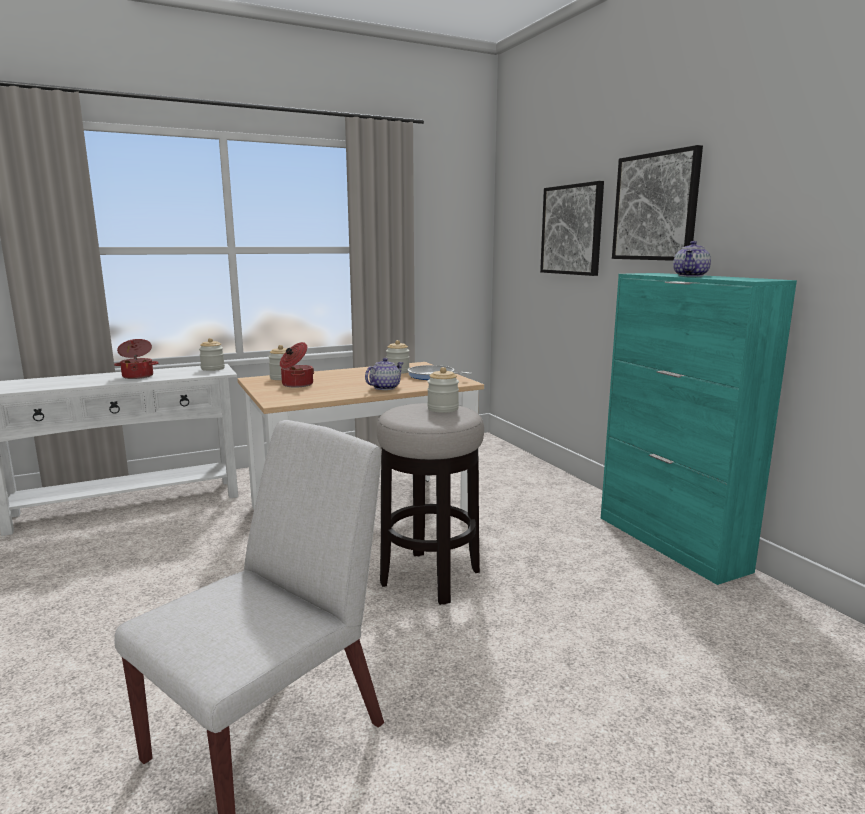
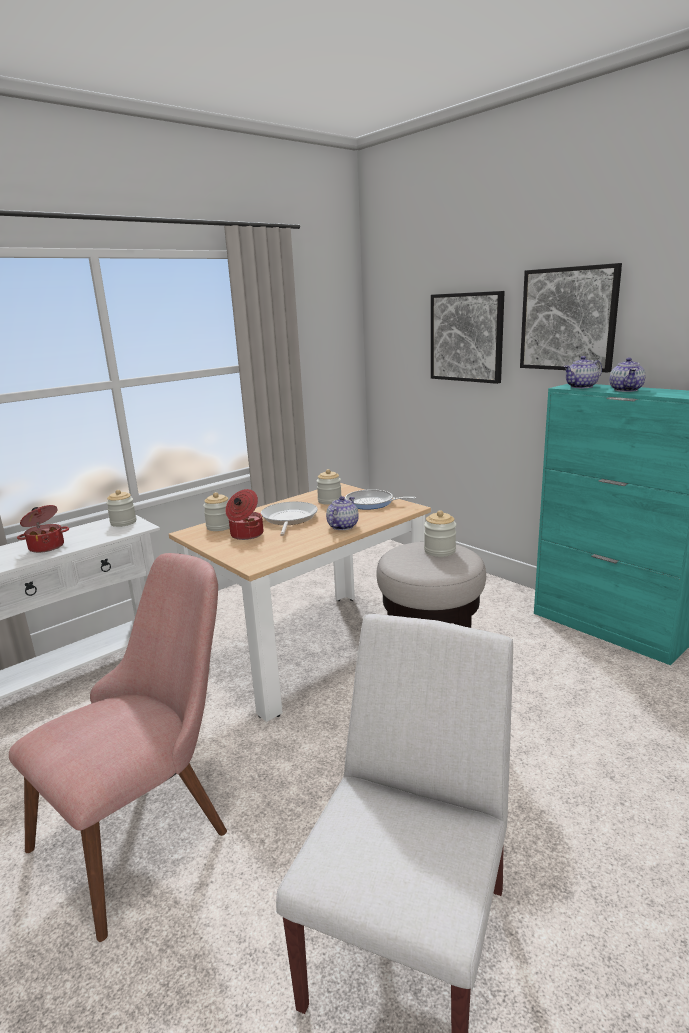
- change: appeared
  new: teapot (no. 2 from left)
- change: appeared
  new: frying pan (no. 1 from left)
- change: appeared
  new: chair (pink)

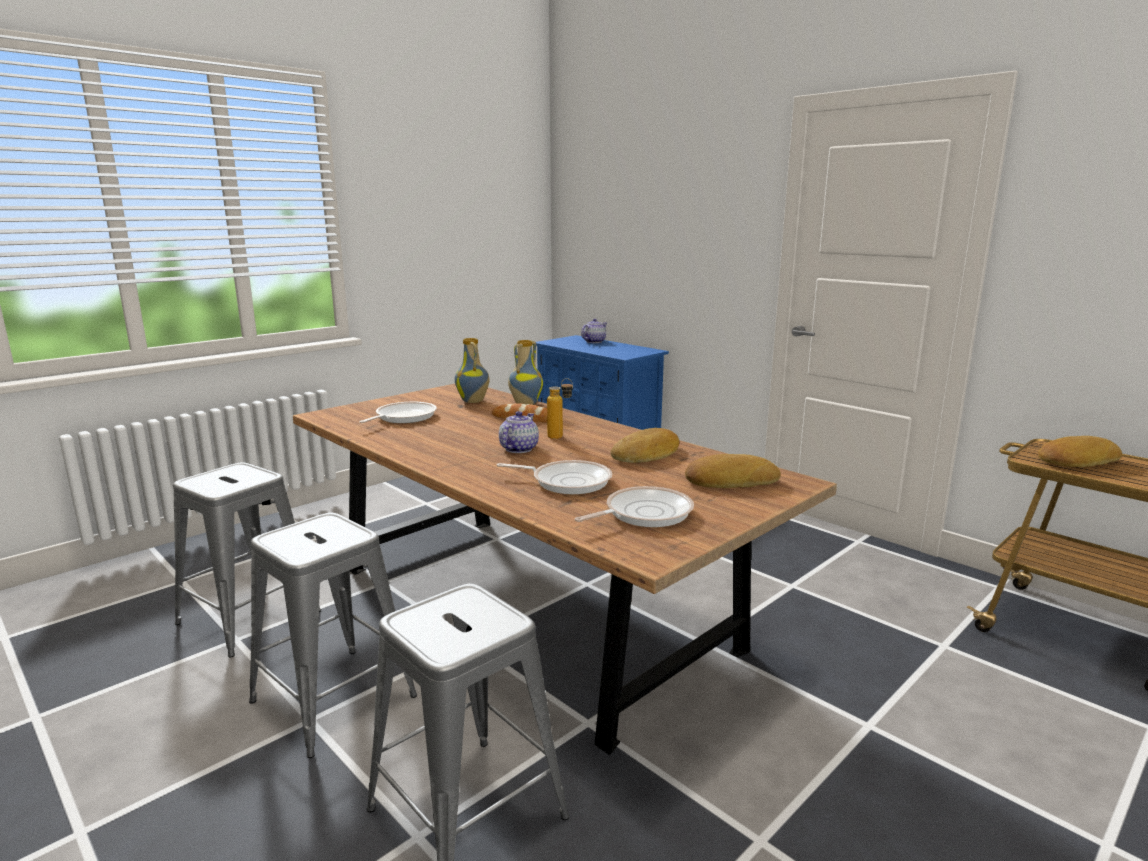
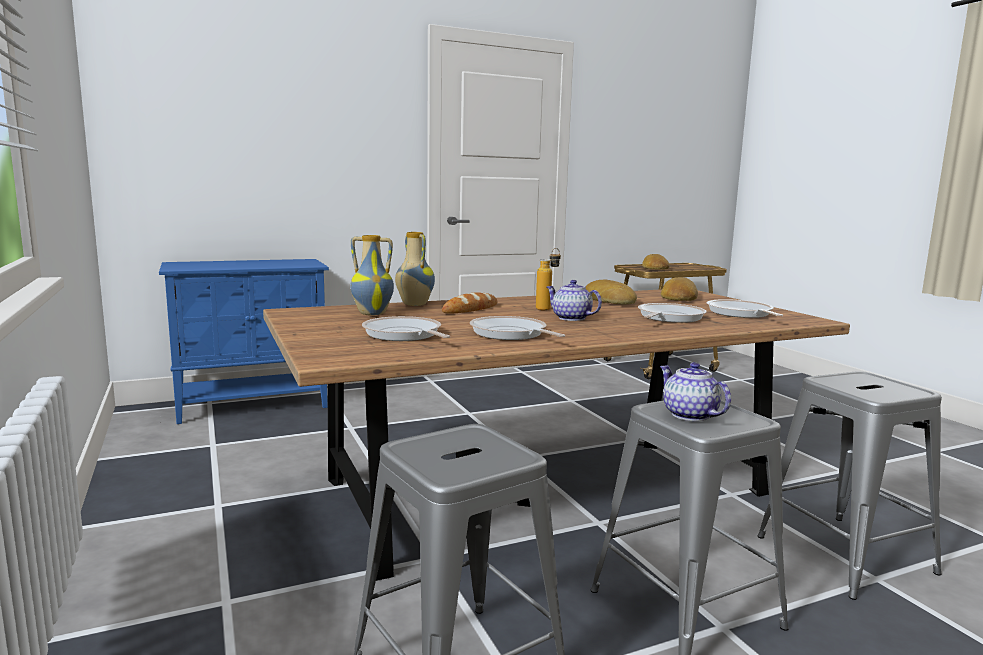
- change: relocated
  old: teapot (no. 2 from left)
- change: appeared
  new: frying pan (no. 2 from left)

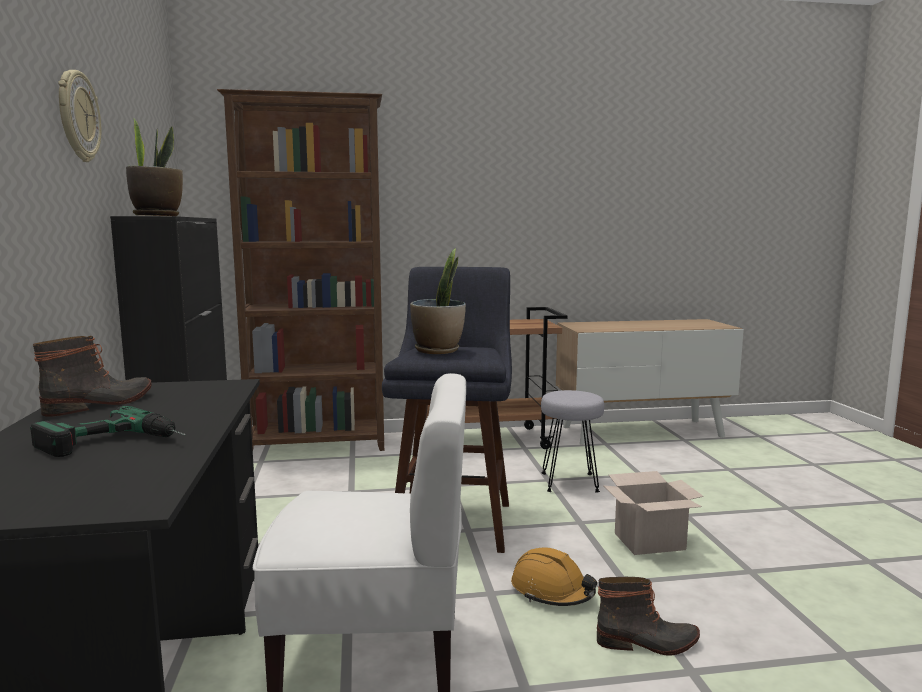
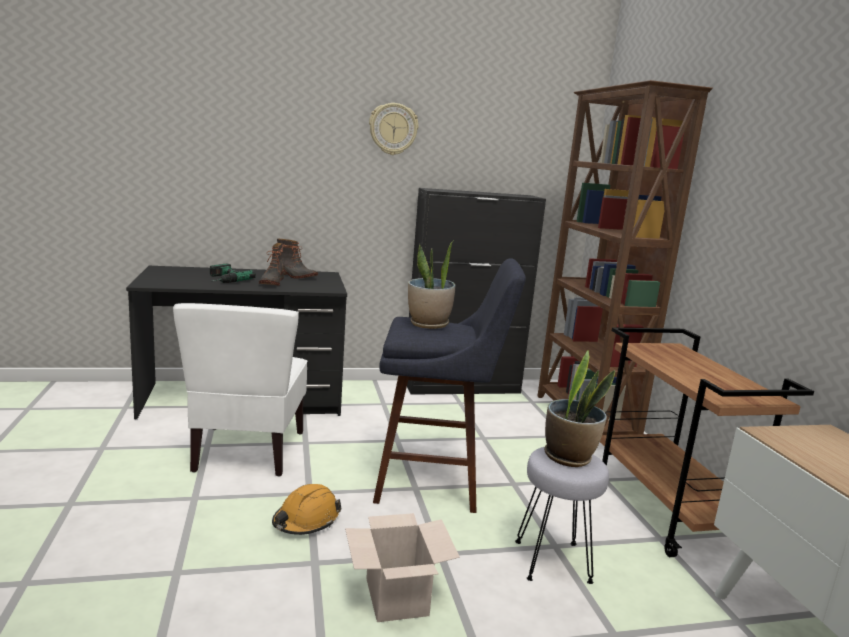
- change: relocated
  old: potted plant (no. 1 from left in the first image)
  new: potted plant (no. 2 from left)
- change: relocated
  old: boot (no. 2 from left in the first image)
  new: boot (no. 1 from left)

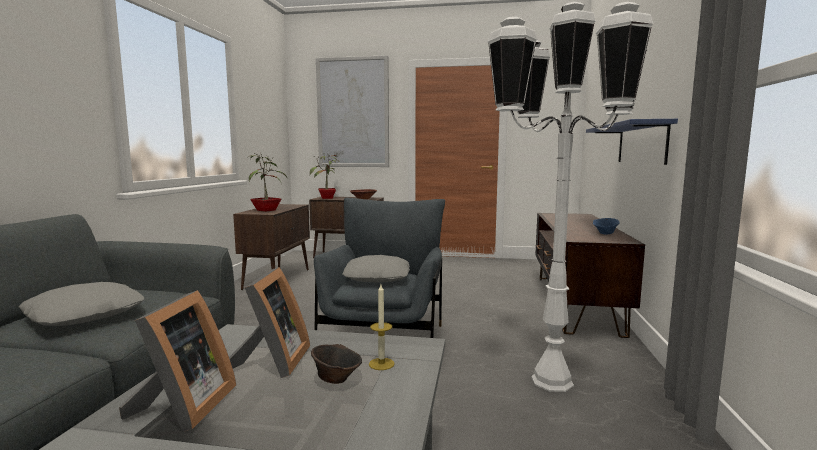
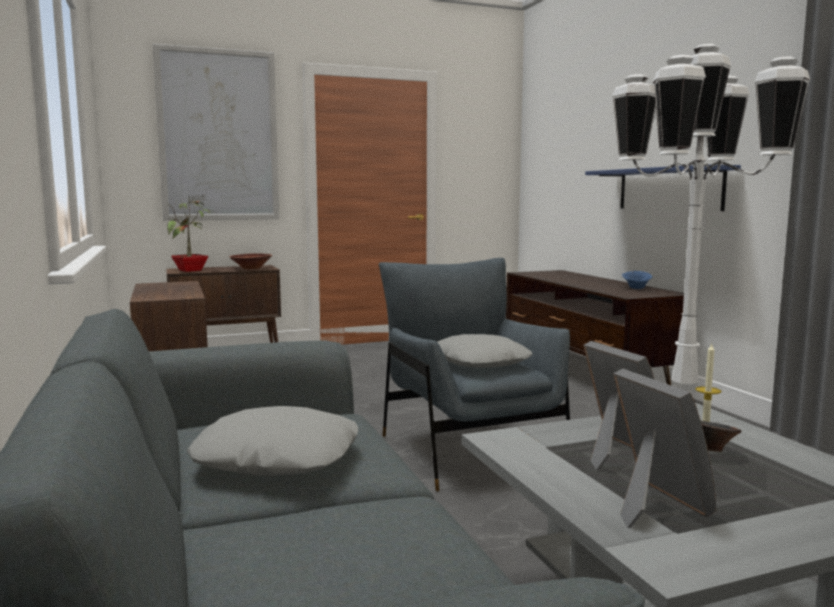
- change: missing
  old: potted plant (no. 1 from left)

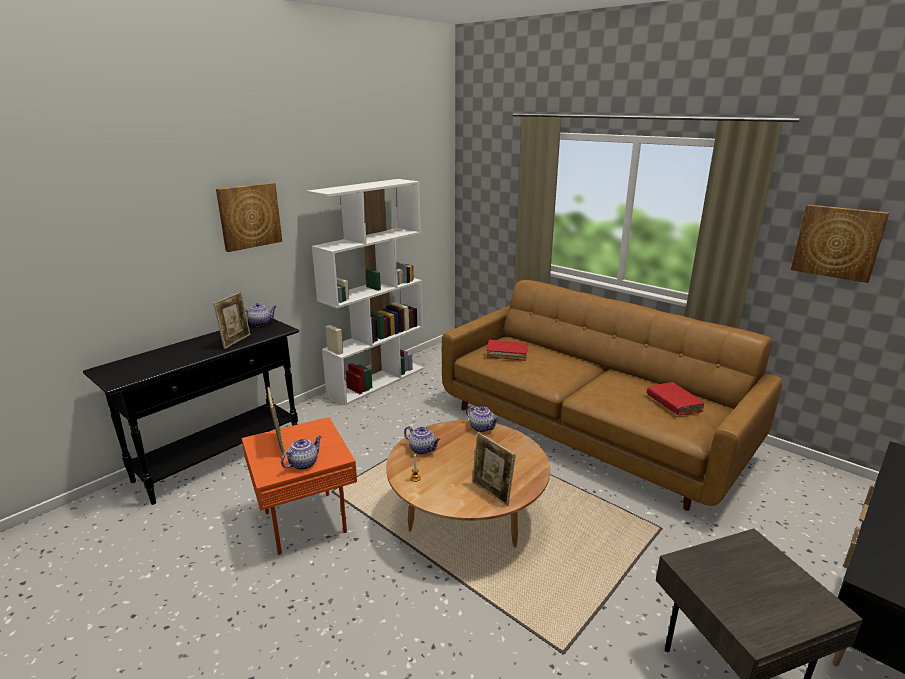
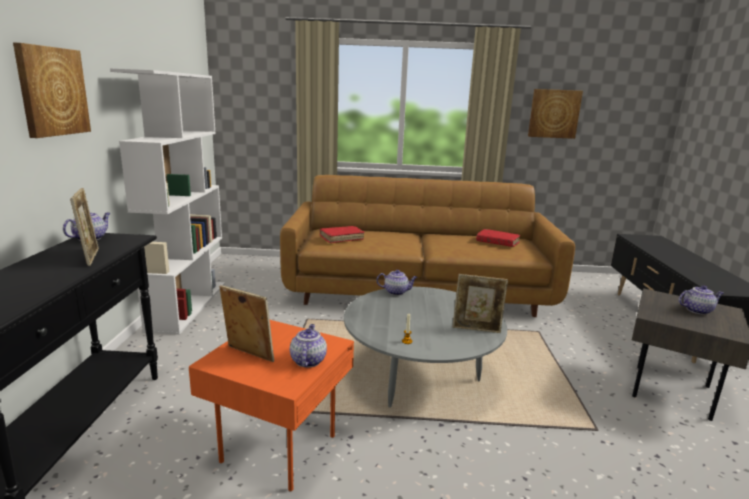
- change: colour
  old: coffee table (brown)
  new: coffee table (grey)
- change: relocated
  old: teapot (no. 3 from left in the first image)
  new: teapot (no. 4 from left)

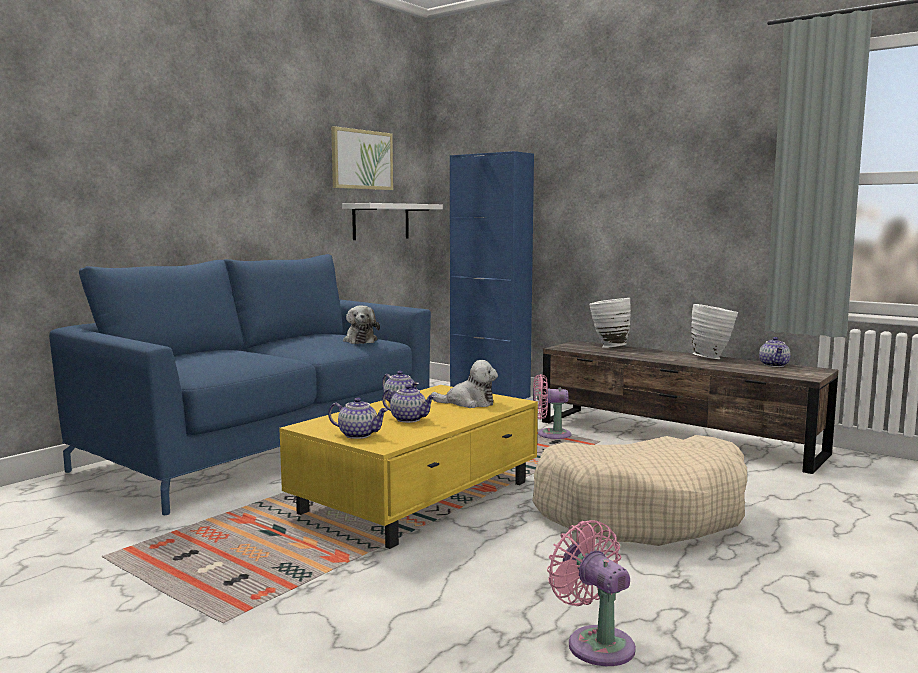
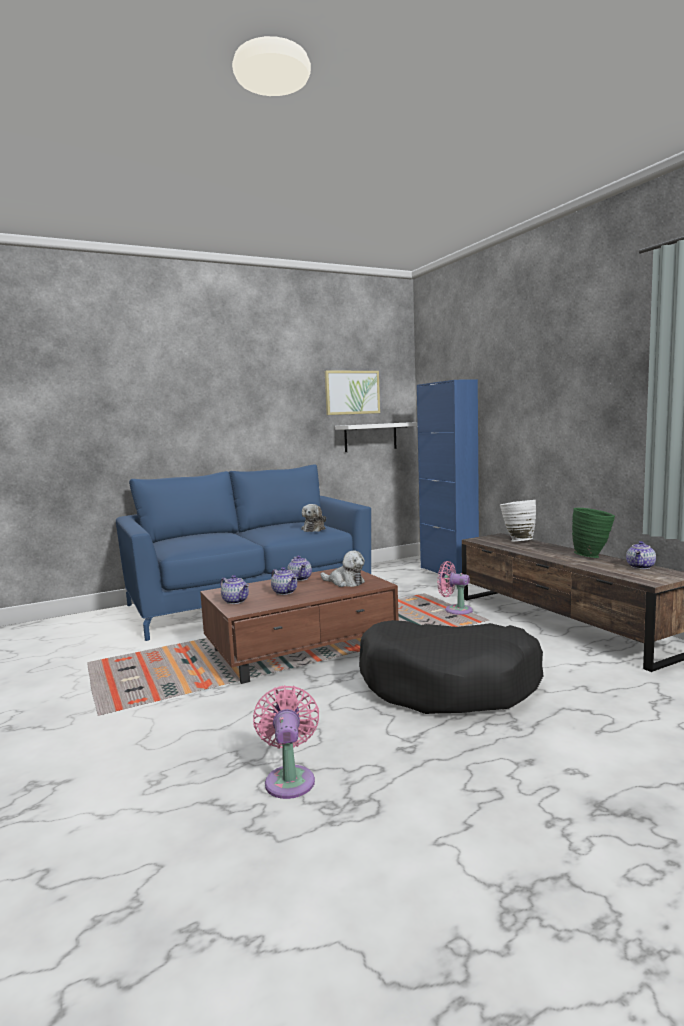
- change: colour
  old: vase (white) (no. 2 from left)
  new: vase (green)
- change: colour
  old: coffee table (yellow)
  new: coffee table (brown)
- change: colour
  old: dog bed (beige)
  new: dog bed (black)

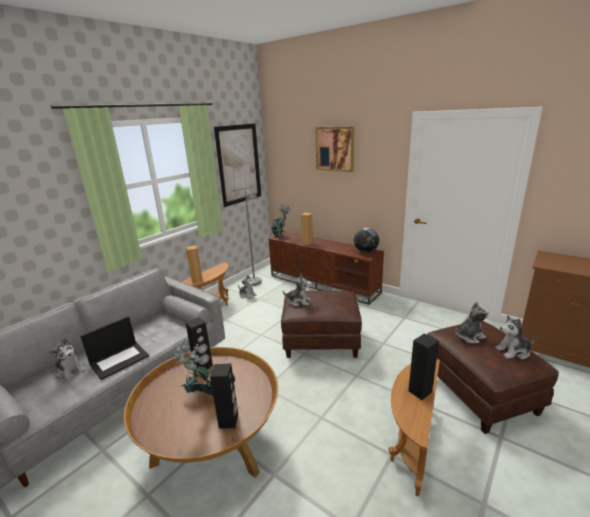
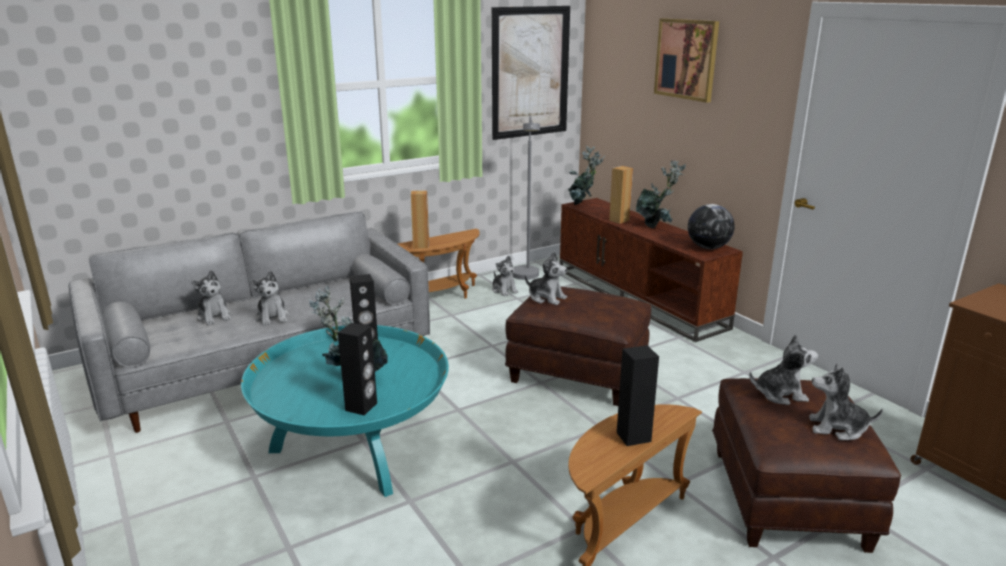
- change: exchanged
  old: laptop
  new: plush toy (no. 2 from left)
- change: colour
  old: coffee table (brown)
  new: coffee table (turquoise)
- change: appeared
  new: potted plant (no. 3 from left)

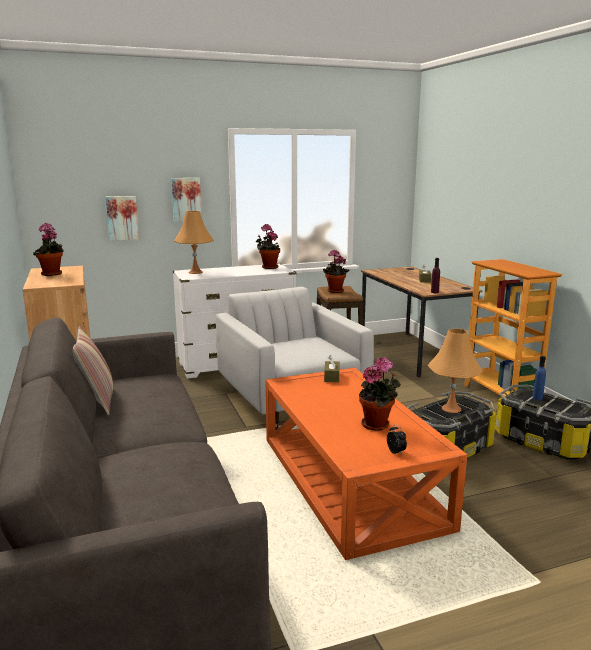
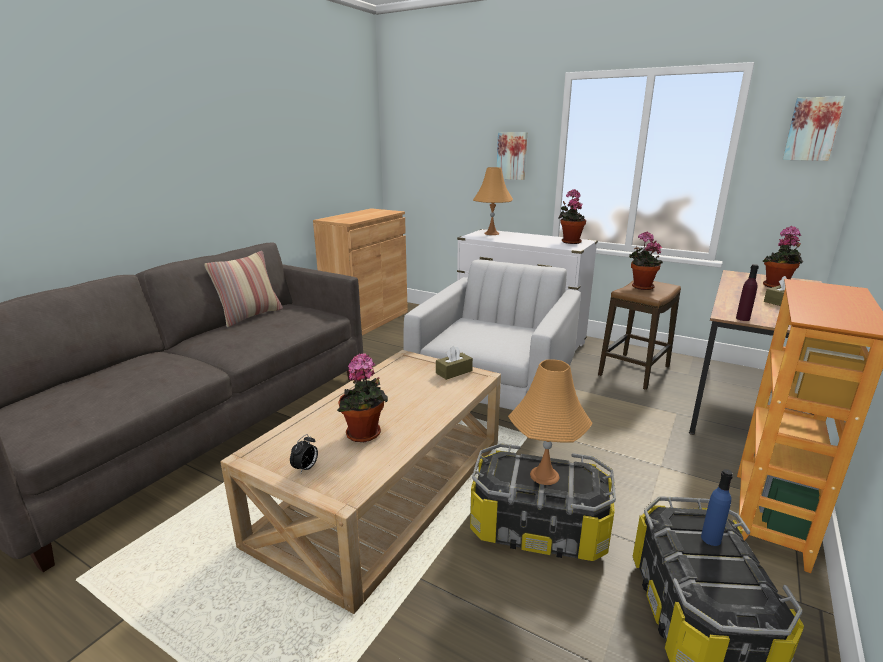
- change: relocated
  old: picture (no. 1 from left in the first image)
  new: picture (no. 2 from left)
- change: relocated
  old: potted plant (no. 1 from left in the first image)
  new: potted plant (no. 4 from left)
- change: colour
  old: coffee table (orange)
  new: coffee table (beige)

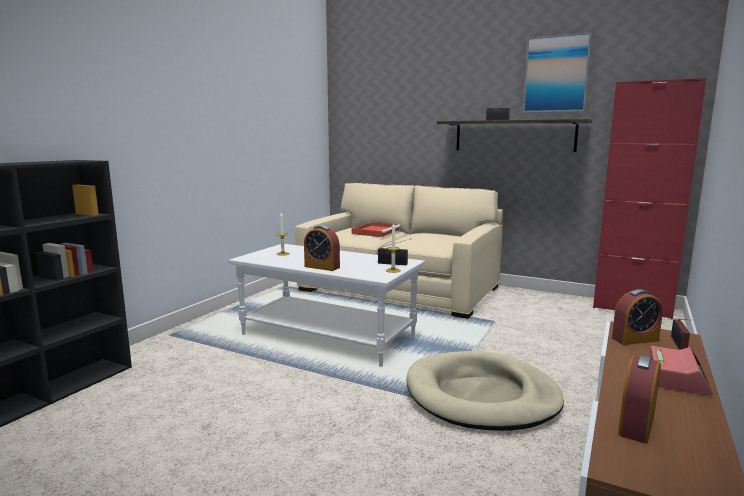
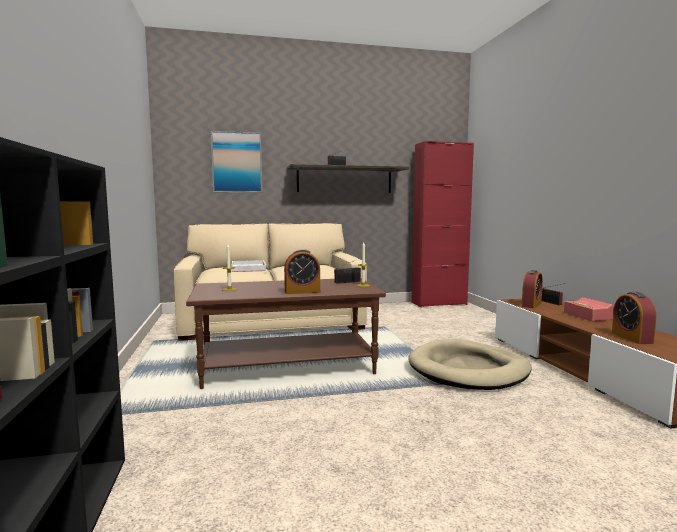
- change: relocated
  old: picture
- change: colour
  old: tray (red)
  new: tray (white)
- change: colour
  old: coffee table (white)
  new: coffee table (brown)

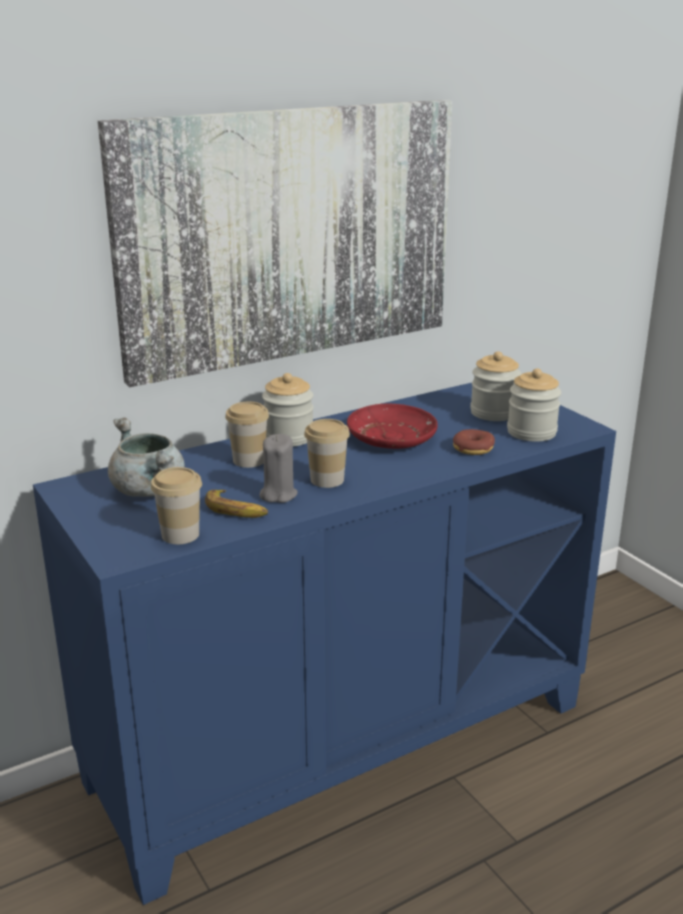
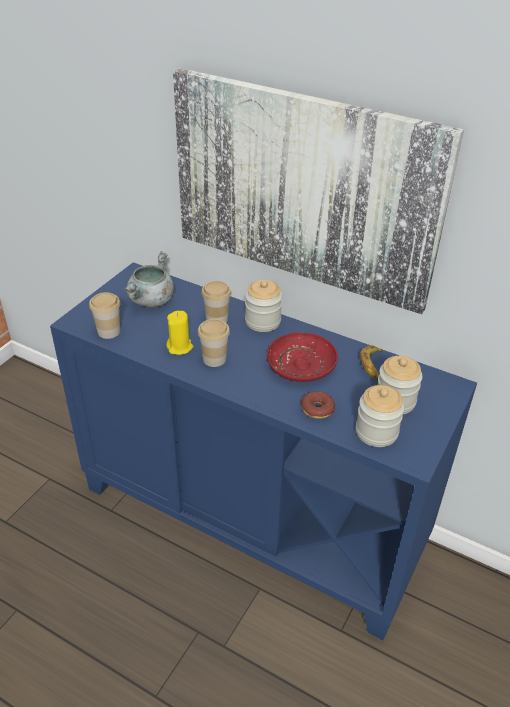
- change: colour
  old: candle (grey)
  new: candle (yellow)
- change: relocated
  old: banana

